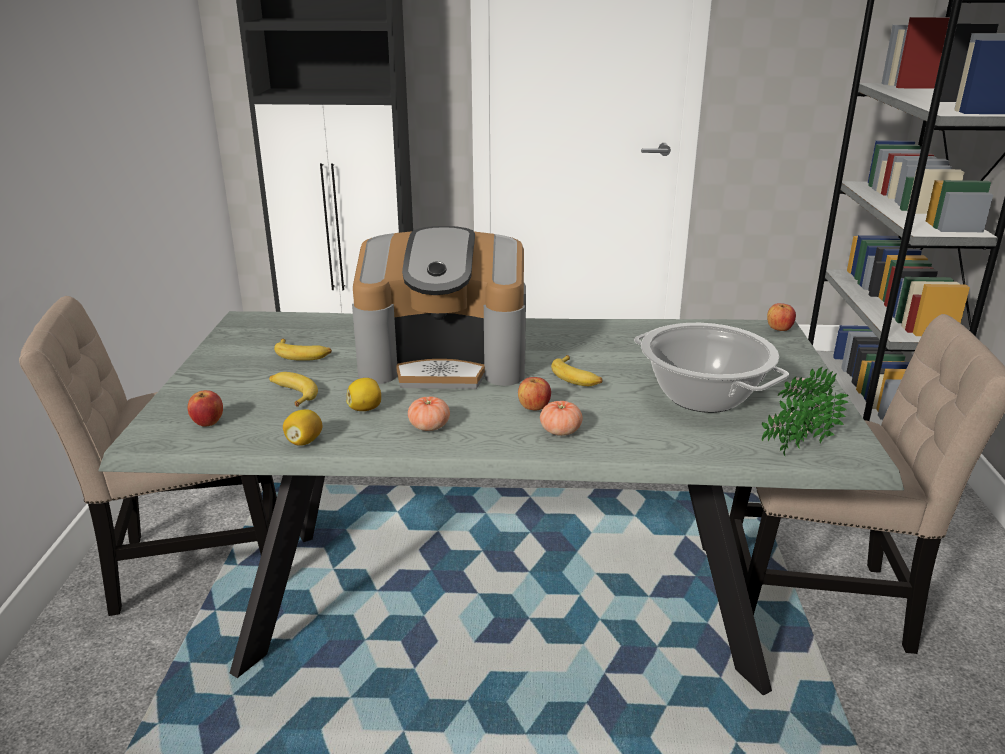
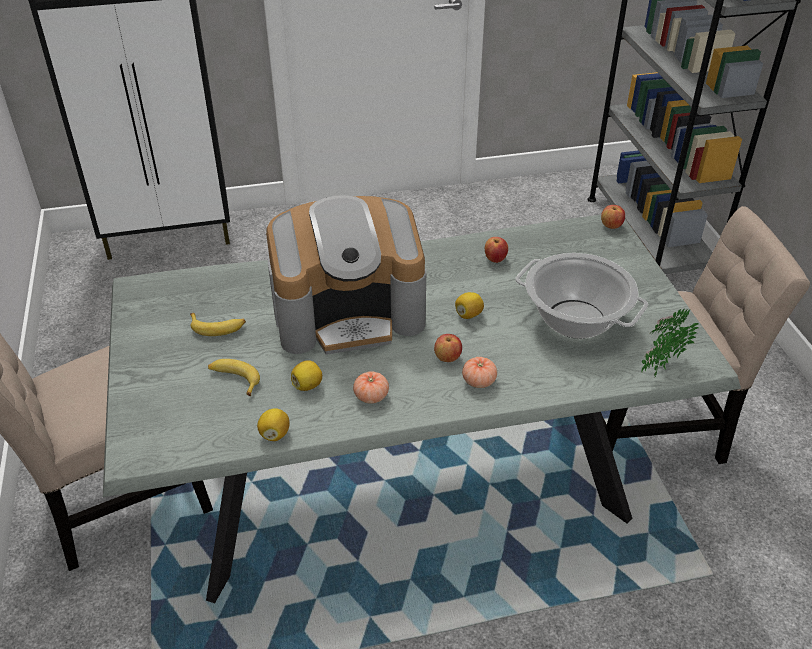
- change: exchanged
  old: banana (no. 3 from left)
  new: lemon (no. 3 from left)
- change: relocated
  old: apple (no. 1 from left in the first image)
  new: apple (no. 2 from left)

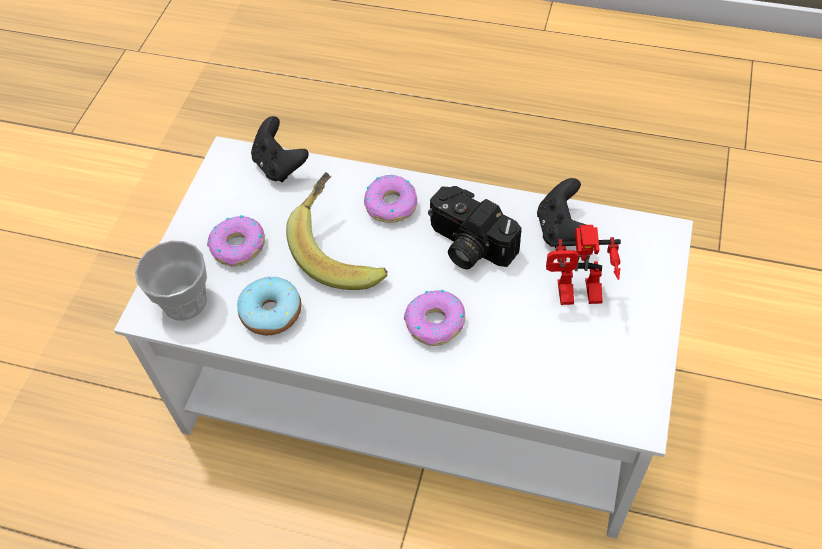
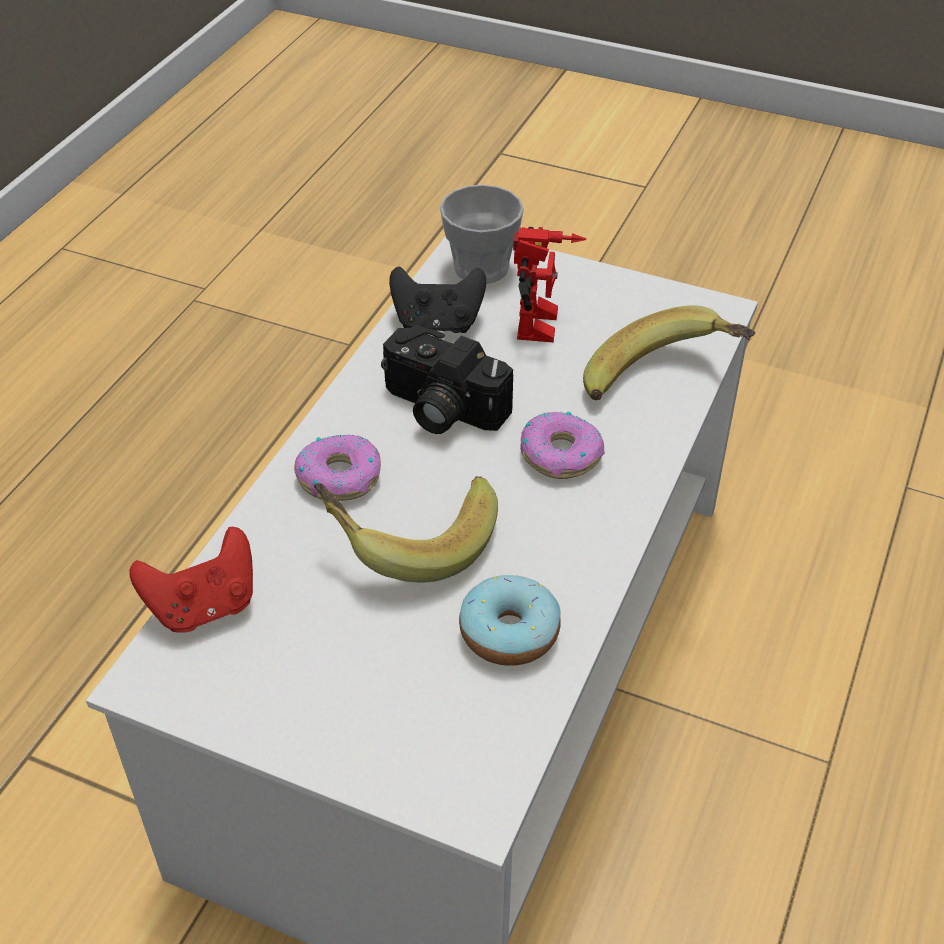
- change: colour
  old: game controller (black) (no. 1 from left)
  new: game controller (red)
- change: spun
  old: photo camera
  degrees: 75
- change: missing
  old: donut (no. 1 from left)
- change: relocated
  old: cup
- change: appeared
  new: banana (no. 2 from left)

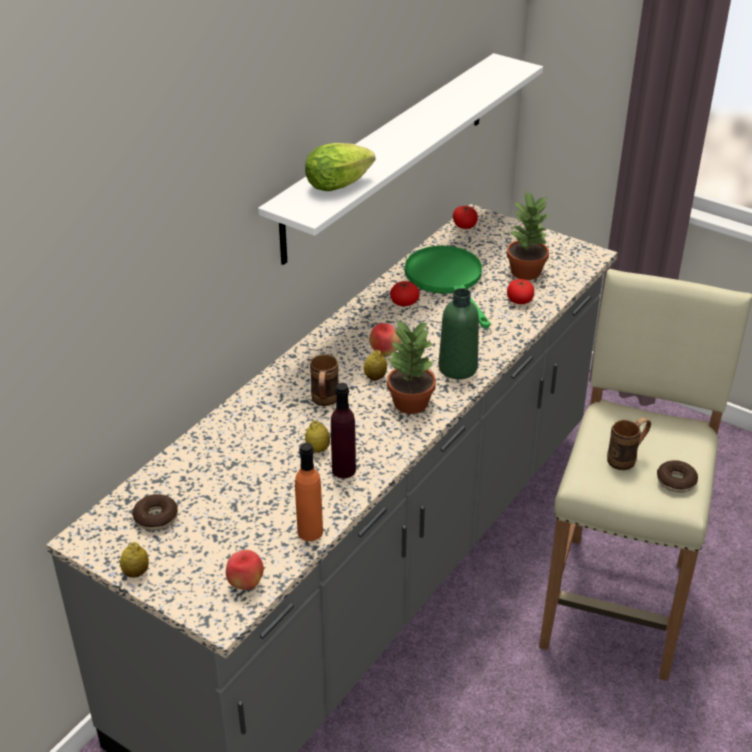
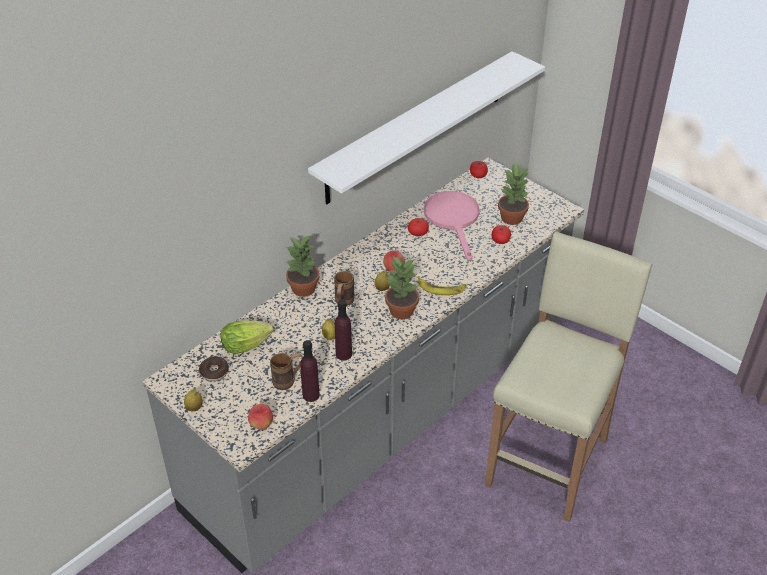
- change: relocated
  old: lettuce
- change: colour
  old: frying pan (green)
  new: frying pan (pink)
- change: exchanged
  old: bottle (green)
  new: banana
- change: relocated
  old: mug (brown) (no. 2 from left in the first image)
  new: mug (brown) (no. 1 from left)
- change: colour
  old: bottle (orange)
  new: bottle (purple) (no. 1 from left)
- change: missing
  old: donut (no. 2 from left)
- change: appeared
  new: potted plant (no. 1 from left)

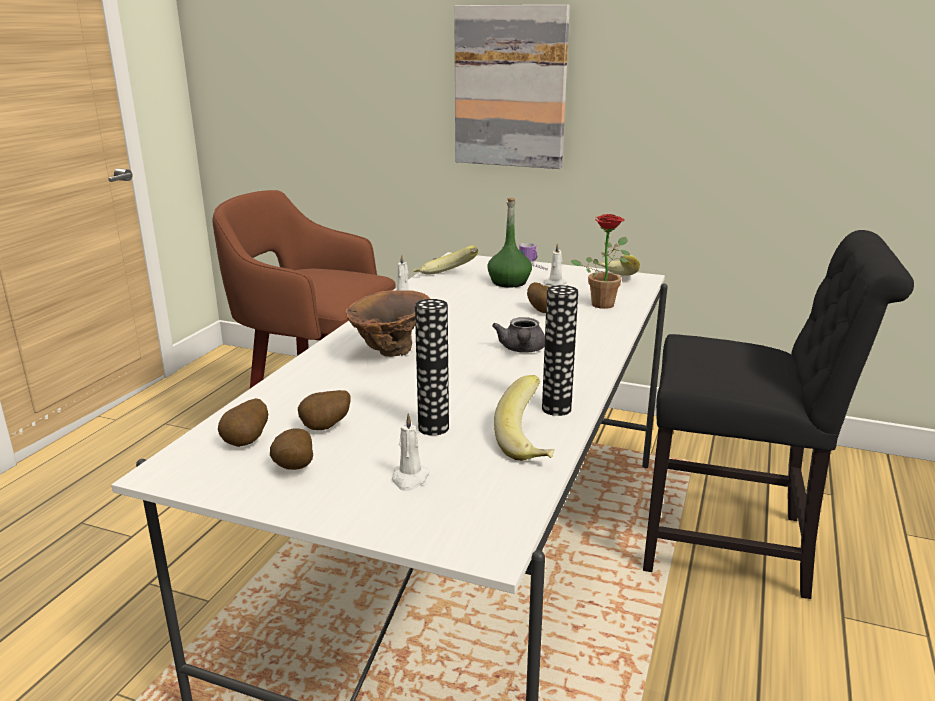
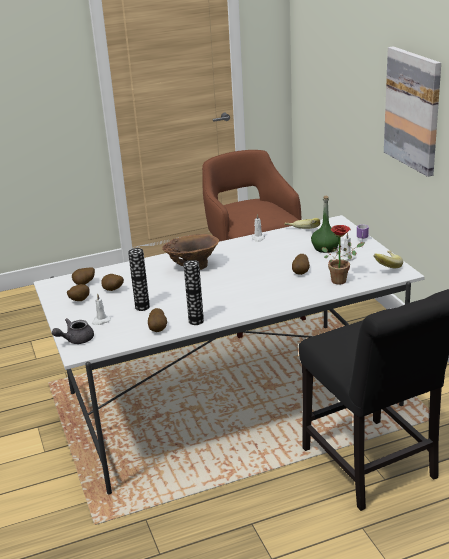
- change: relocated
  old: teapot (grey)
- change: exchanged
  old: banana (no. 2 from left)
  new: potato (no. 4 from left)

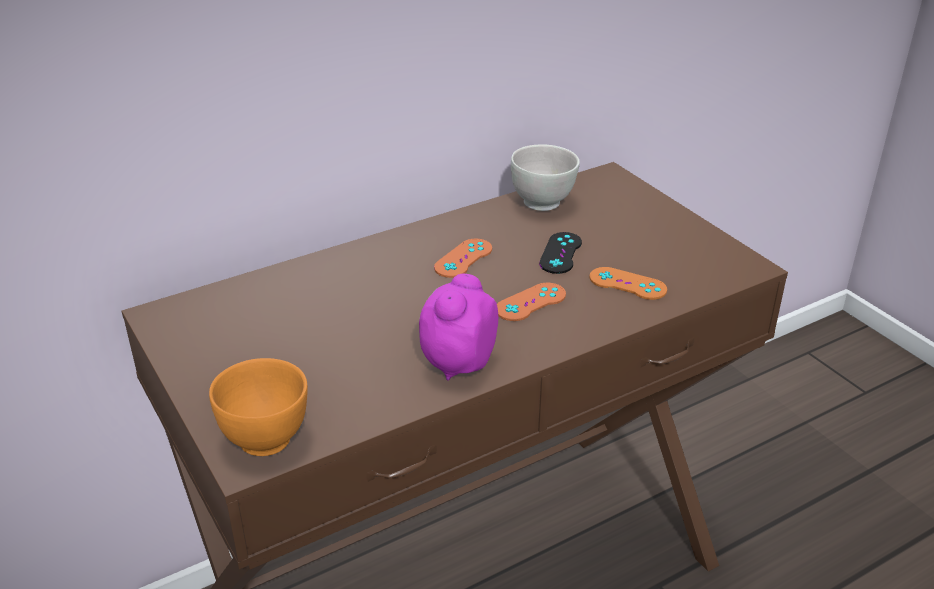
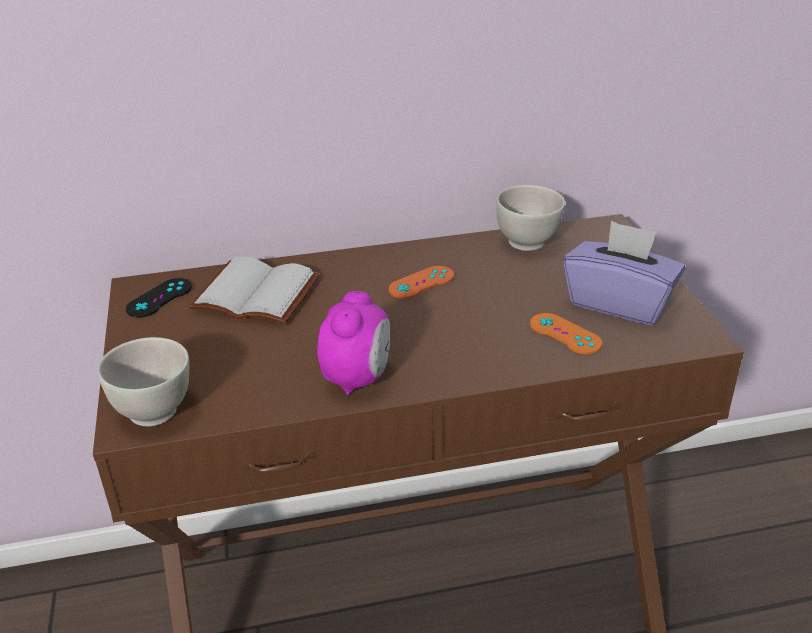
- change: relocated
  old: game controller (black)
- change: spun
  old: alarm clock
  degrees: 150
- change: missing
  old: game controller (orange) (no. 2 from left)
- change: colour
  old: bowl (orange)
  new: bowl (white) (no. 1 from left)
- change: appeared
  new: tissue box (purple)
- change: appeared
  new: book (white)

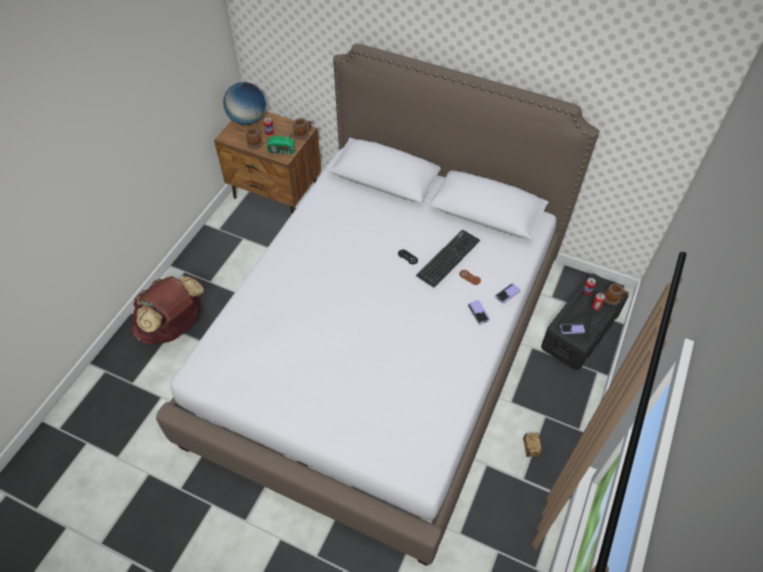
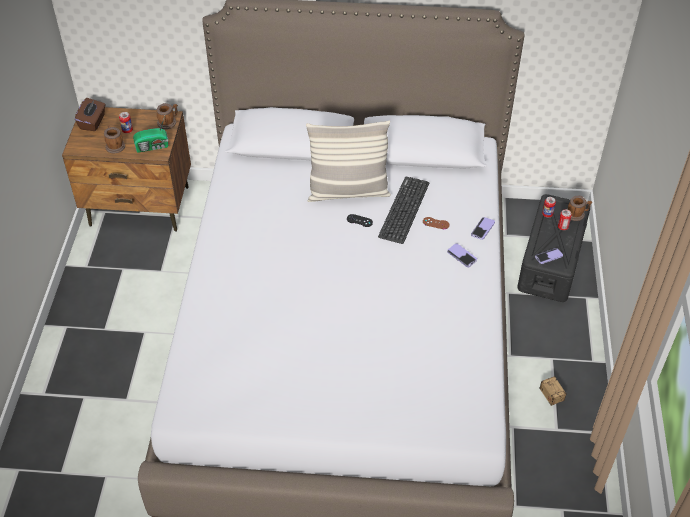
- change: exchanged
  old: globe
  new: tissue box (brown)
- change: missing
  old: backpack (brown)
- change: appeared
  new: pillow

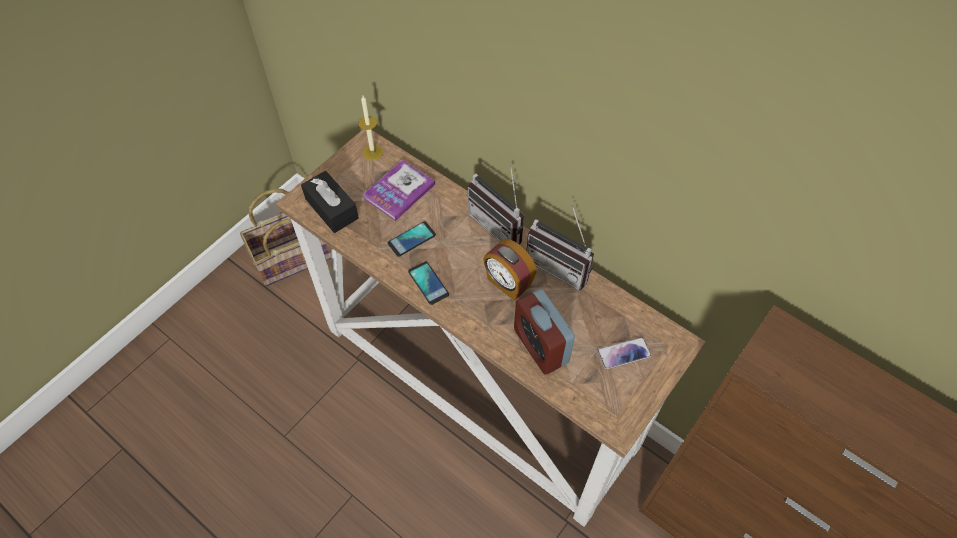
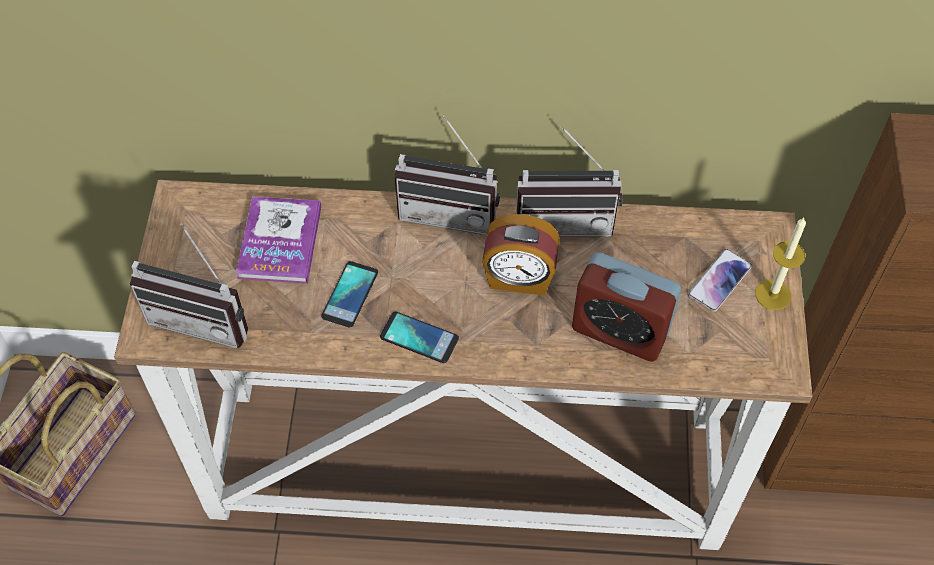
- change: relocated
  old: candle
- change: exchanged
  old: tissue box (black)
  new: radio (no. 1 from left)

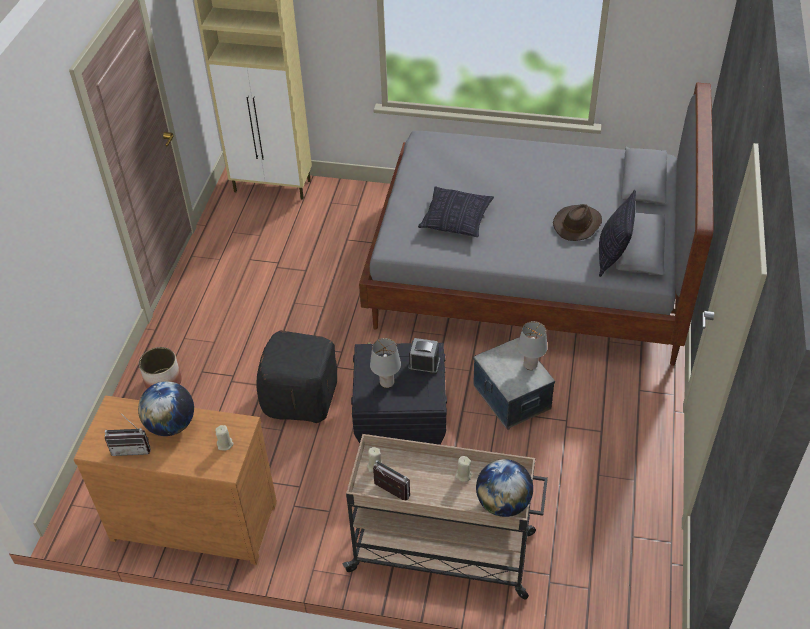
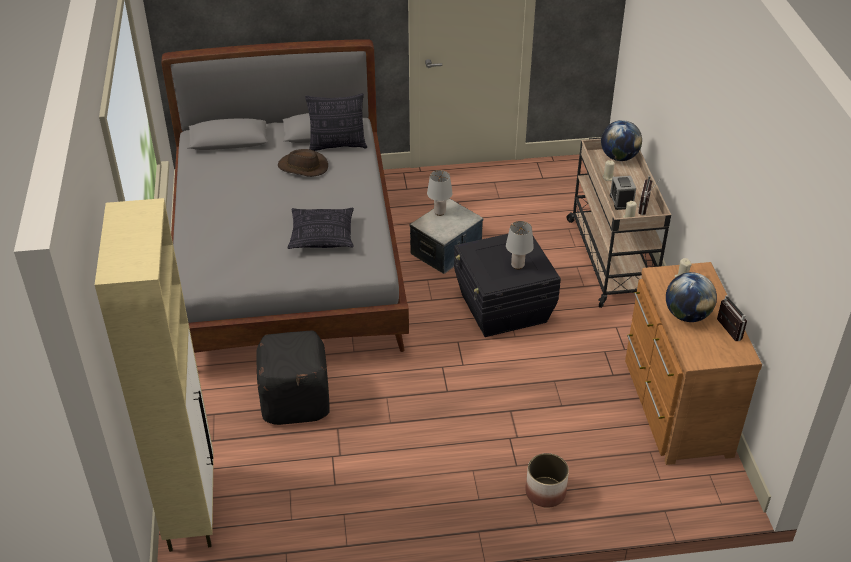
- change: relocated
  old: ottoman (black)
- change: relocated
  old: alarm clock

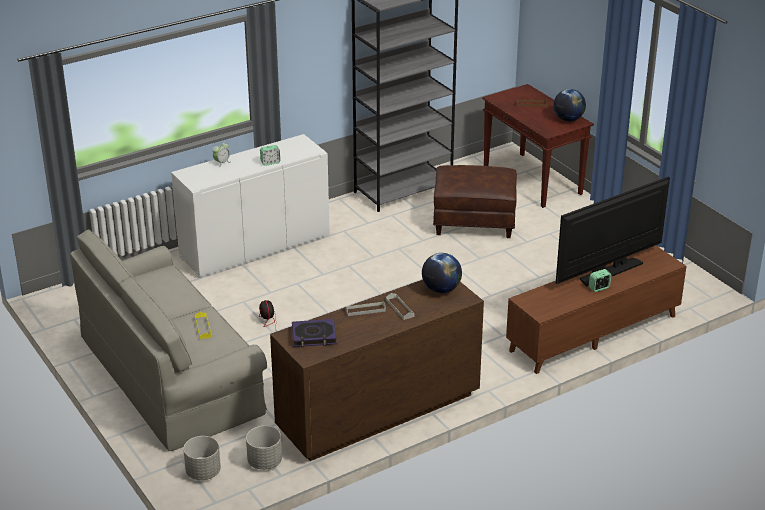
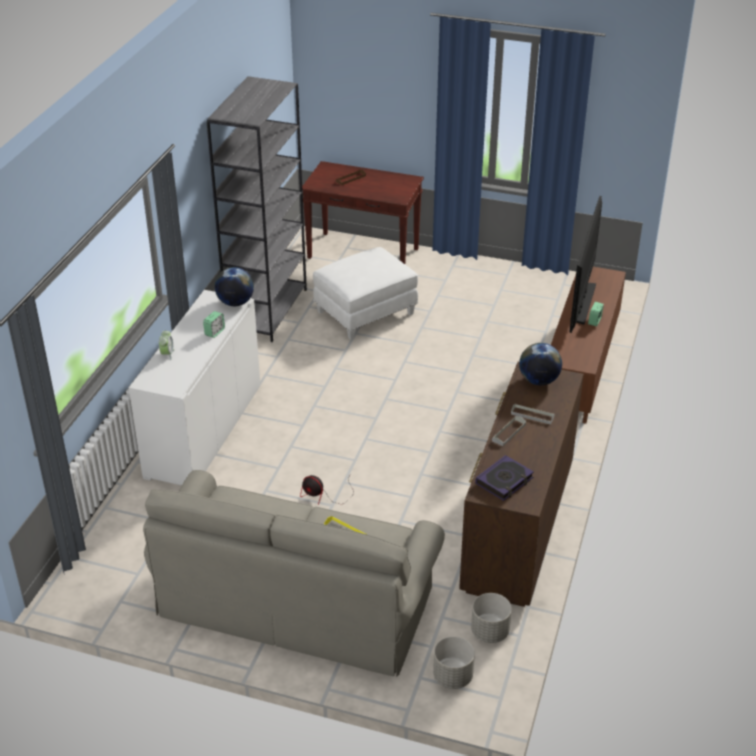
- change: relocated
  old: globe (no. 2 from left in the first image)
  new: globe (no. 1 from left)
- change: colour
  old: ottoman (brown)
  new: ottoman (white)

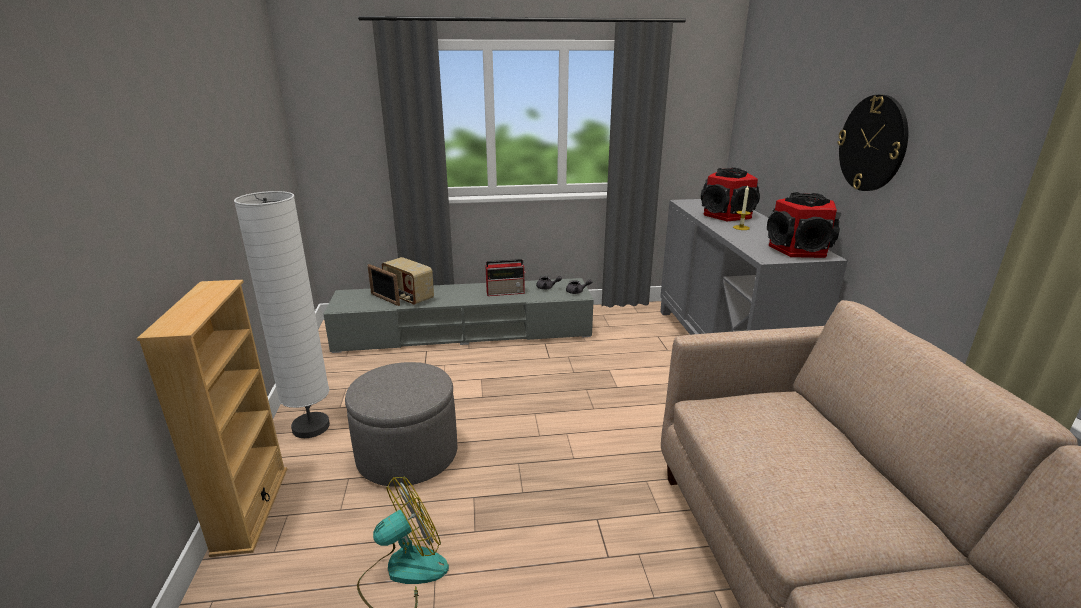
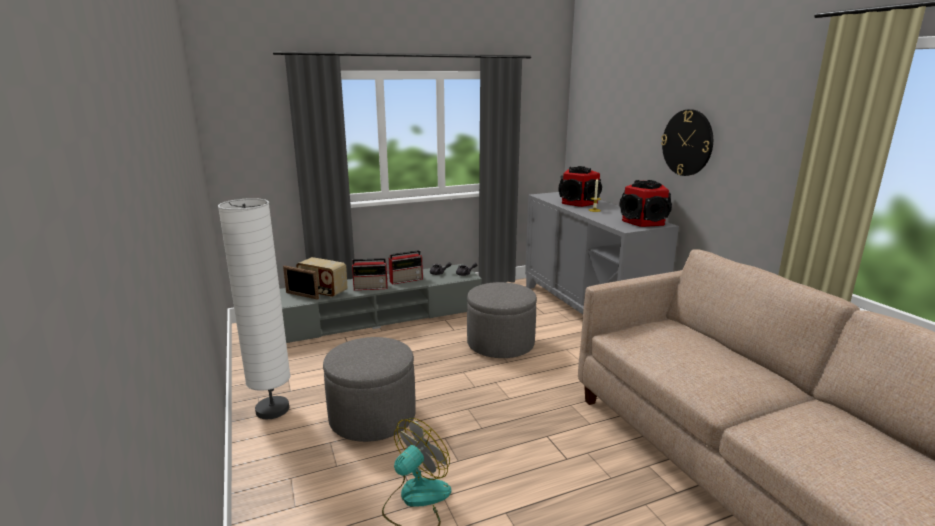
- change: missing
  old: bookcase (beige)
- change: appeared
  new: radio (no. 2 from left)
- change: appeared
  new: ottoman (grey) (no. 2 from left)

